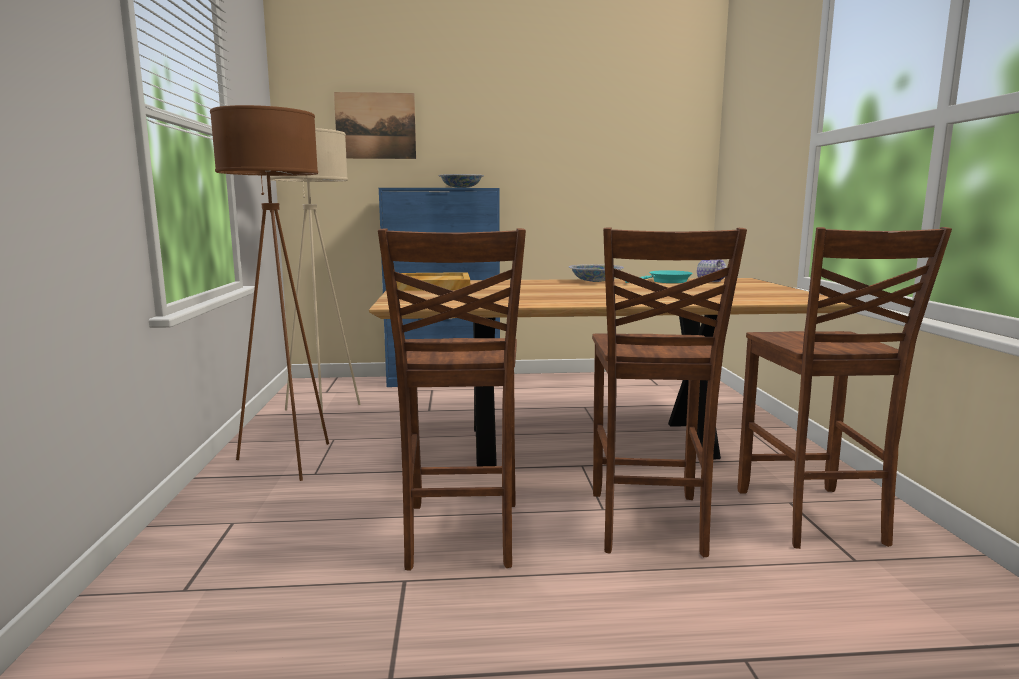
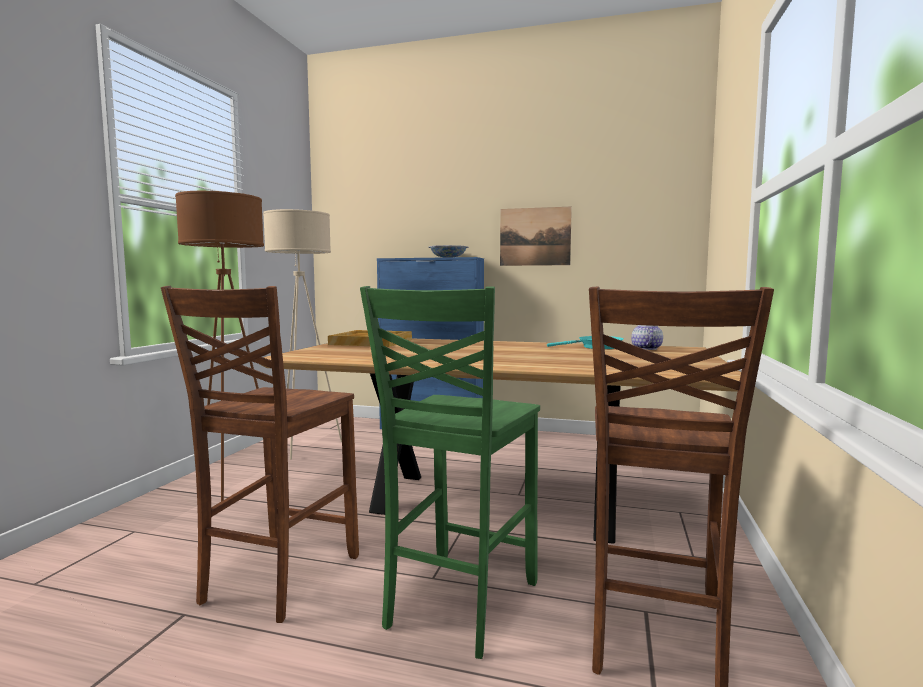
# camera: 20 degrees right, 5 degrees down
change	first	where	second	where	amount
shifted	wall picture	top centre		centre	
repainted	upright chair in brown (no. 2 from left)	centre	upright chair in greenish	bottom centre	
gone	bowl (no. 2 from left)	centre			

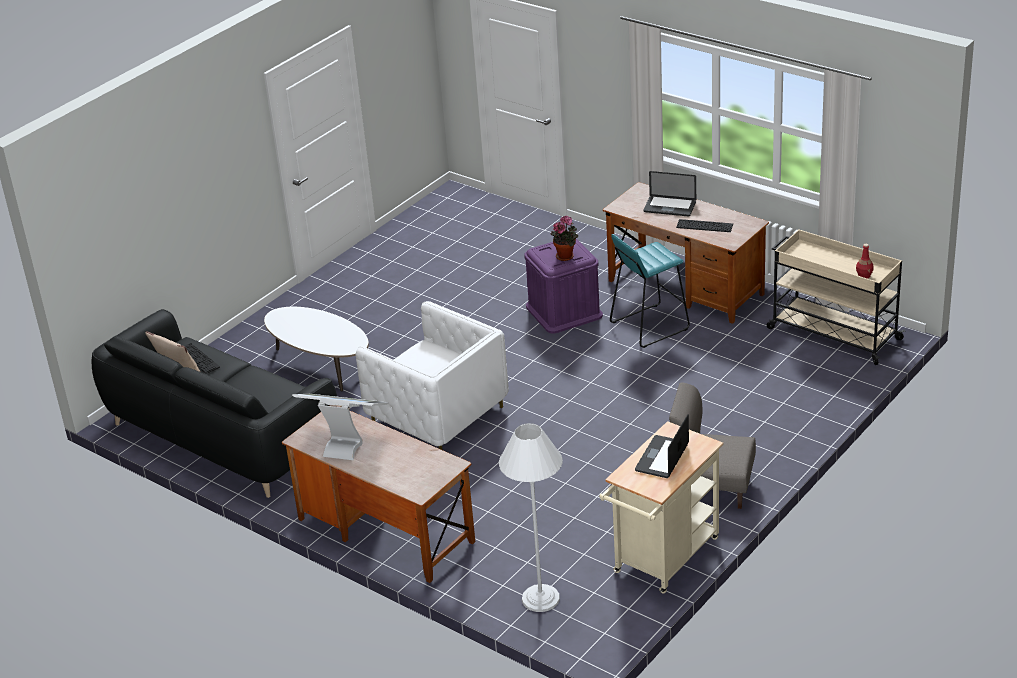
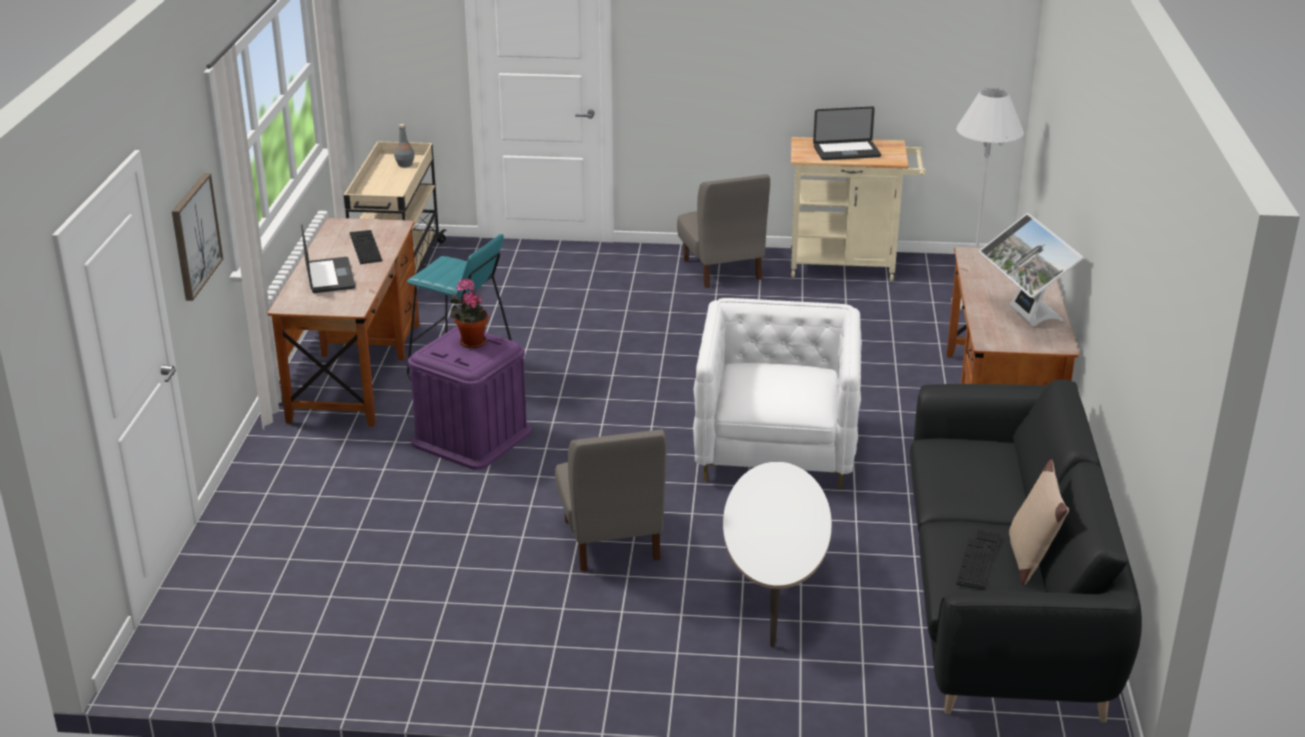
# camera: 125 degrees left, 5 degrees down
change	first	where	second	where	amount
repainted	drink bottle in red-coloured	middle right	drink bottle in grey	top left	
new			wall picture	top left	
new			upright chair in grey (no. 1 from left)	bottom centre	

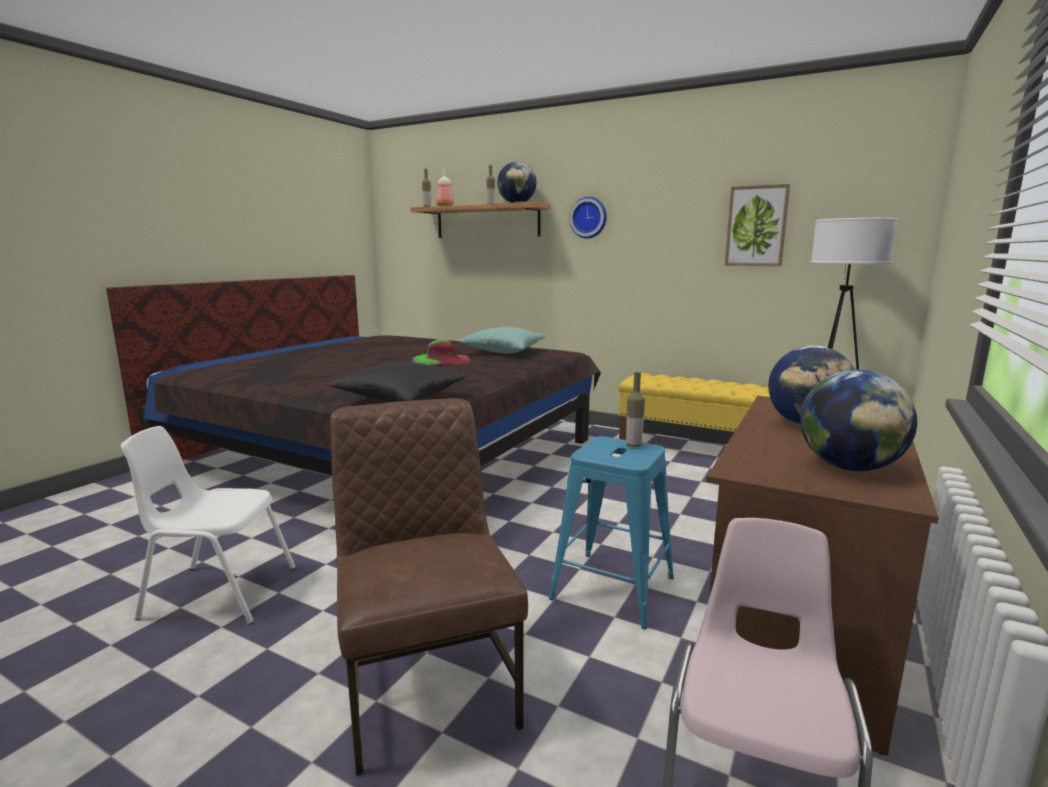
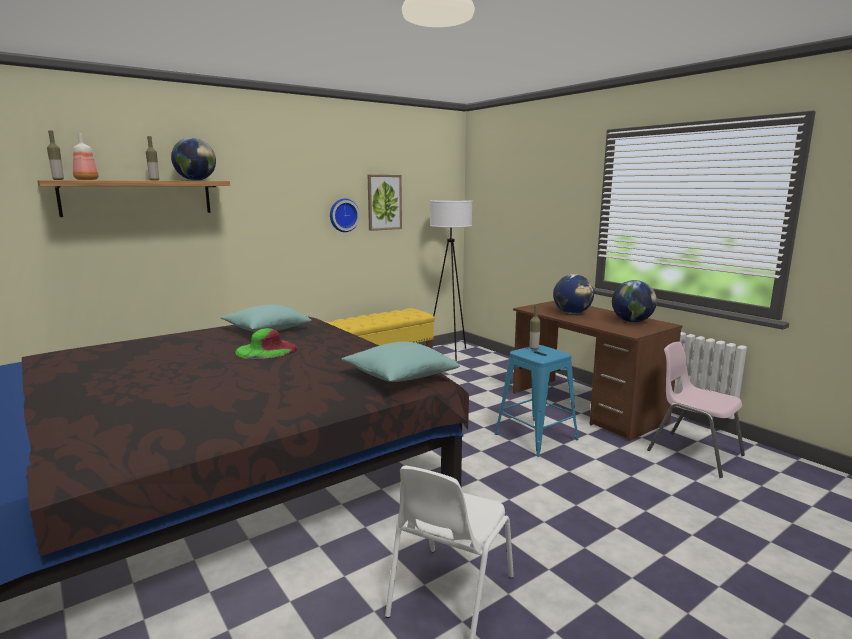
# camera: 65 degrees left, 0 degrees up
change	first	where	second	where	amount
shifted	hanging clock	top centre		centre	
repainted	cushion in blackish	centre	cushion in turquoise (no. 2 from left)	centre	
gone	upright chair in brown	bottom centre			

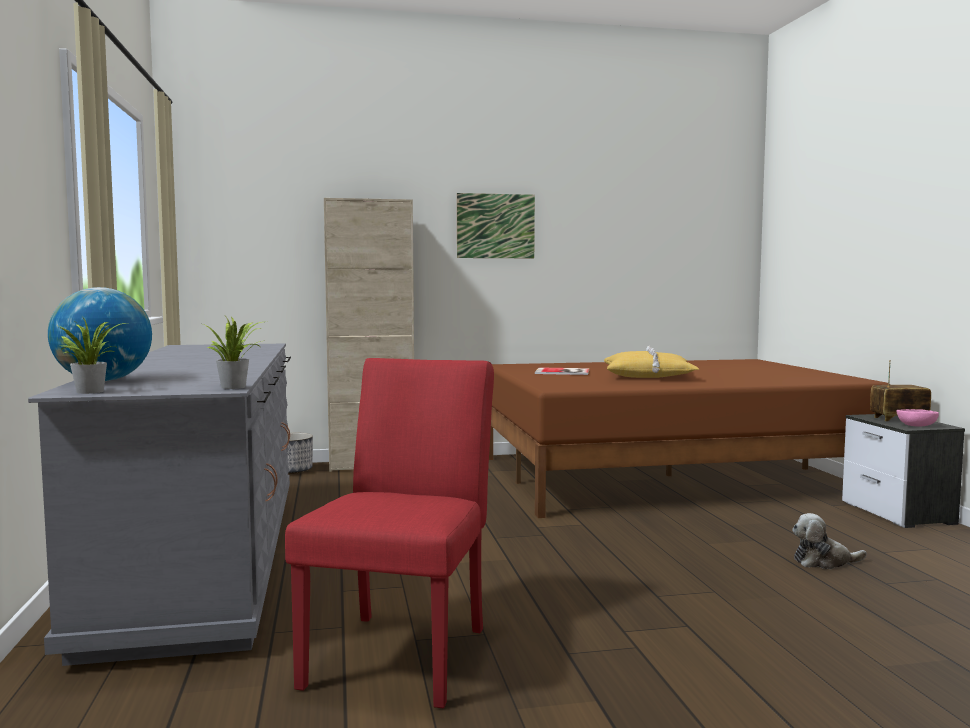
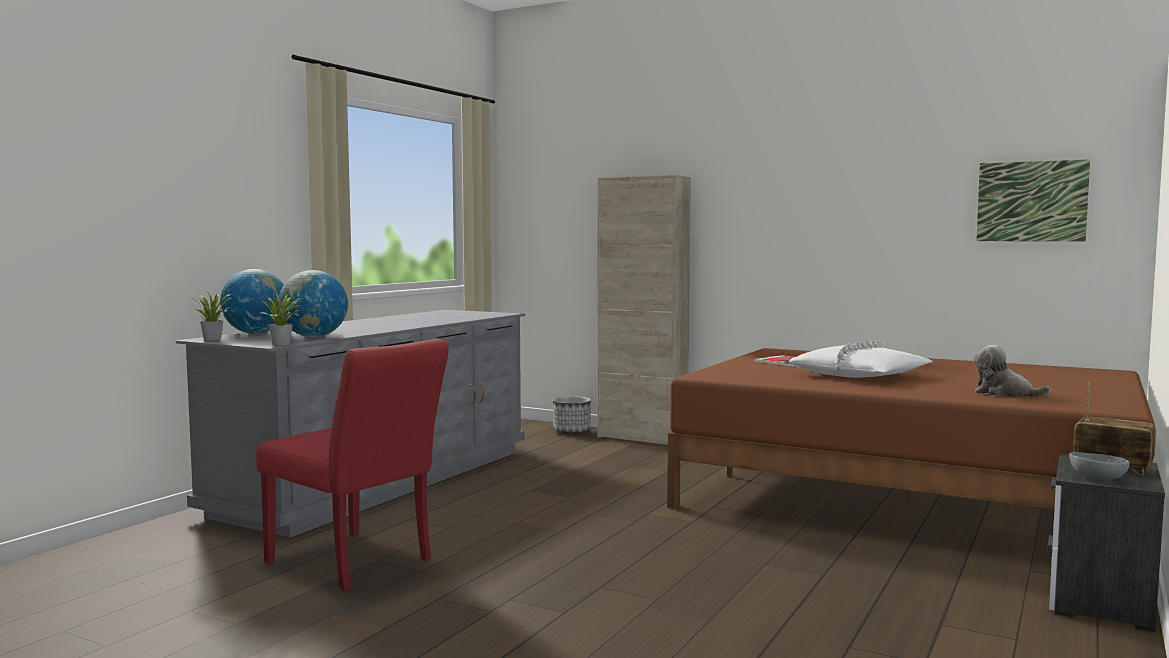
# camera: 40 degrees right, 0 degrees up
change	first	where	second	where	amount
shifted	wall picture	top centre		top right	
repainted	cushion in yellow-coloured	middle right	cushion in white-coloured	middle right	
rotated	upright chair in red-coloured	bottom centre		bottom left	75 degrees clockwise
repainted	bowl in pink-coloured	middle right	bowl in grey	bottom right	
shifted	cuddly toy	bottom right		middle right	
new			world globe (no. 2 from left)	middle left	

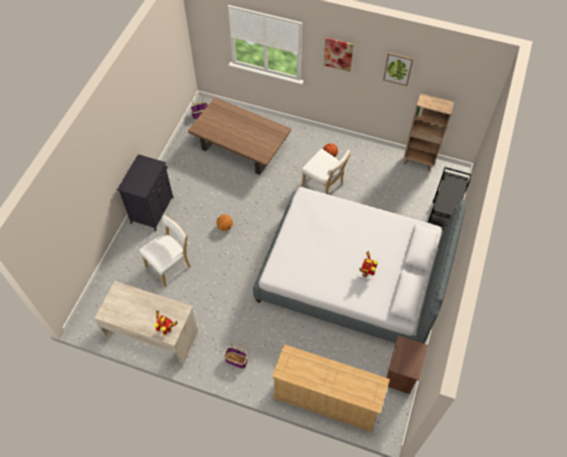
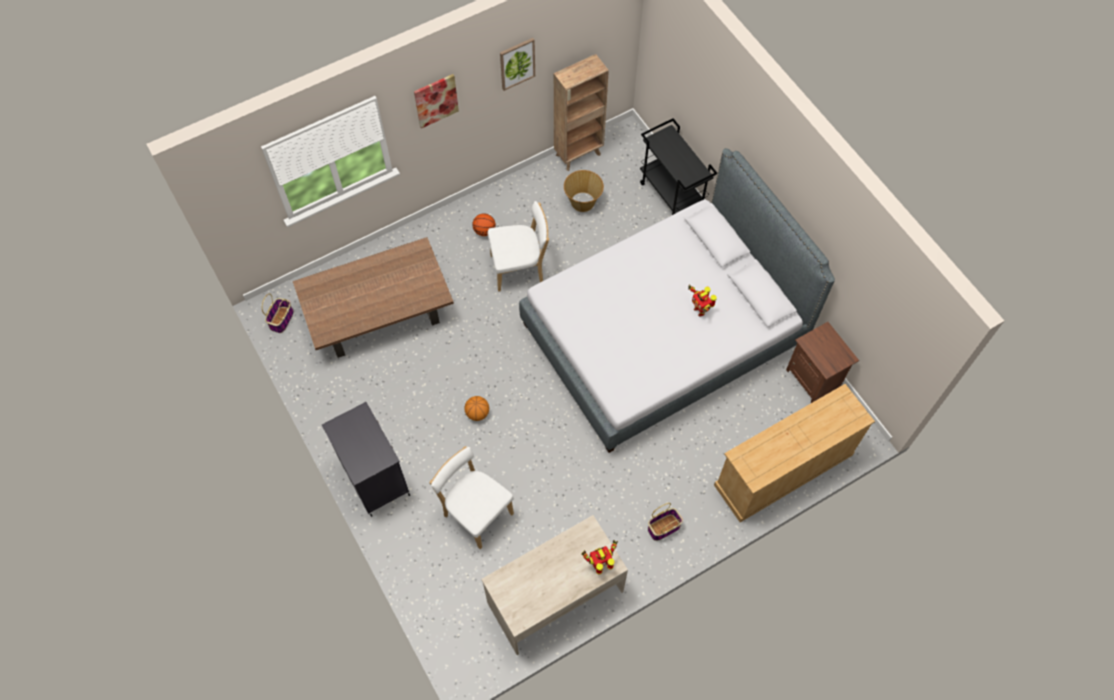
# camera: 50 degrees left, 5 degrees up
change	first	where	second	where	amount
rotated	upright chair in white-coloured (no. 1 from left)	middle left		bottom centre	45 degrees counterclockwise
new			basket (no. 2 from left)	top centre	

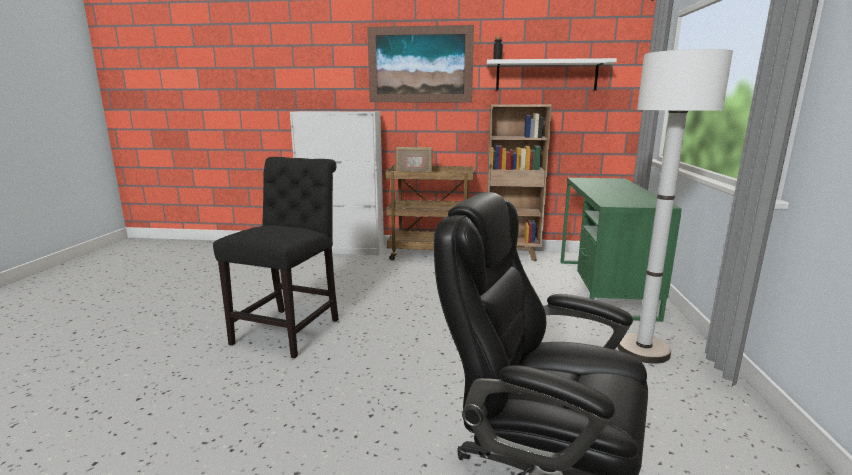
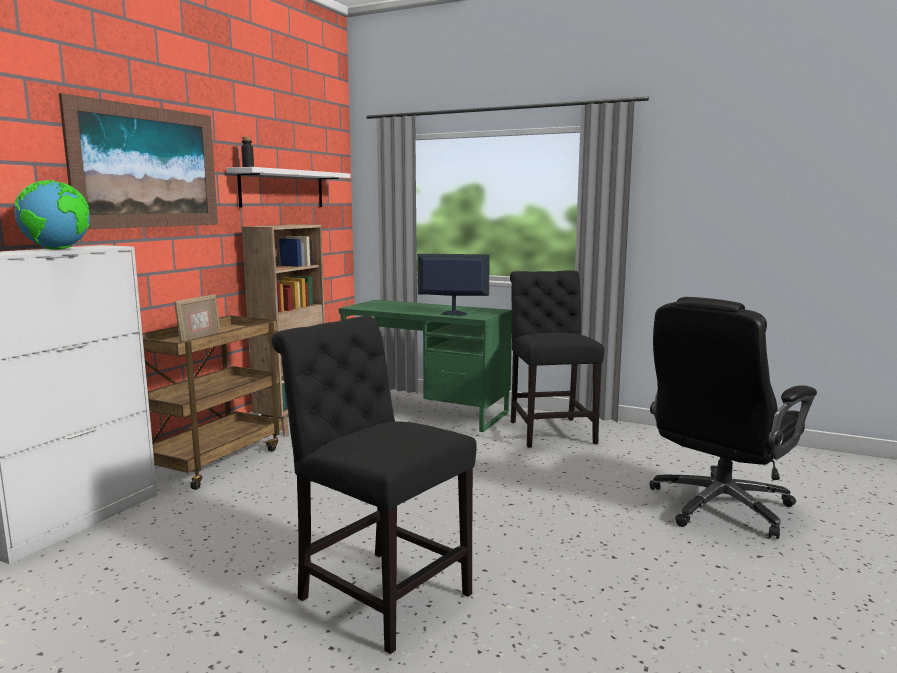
# camera: 70 degrees left, 5 degrees down
change	first	where	second	where	amount
swapped	standing lamp in white-coloured	middle right	upright chair in blackish (no. 2 from left)	centre	
new			world globe	top left	
new			monitor	centre	

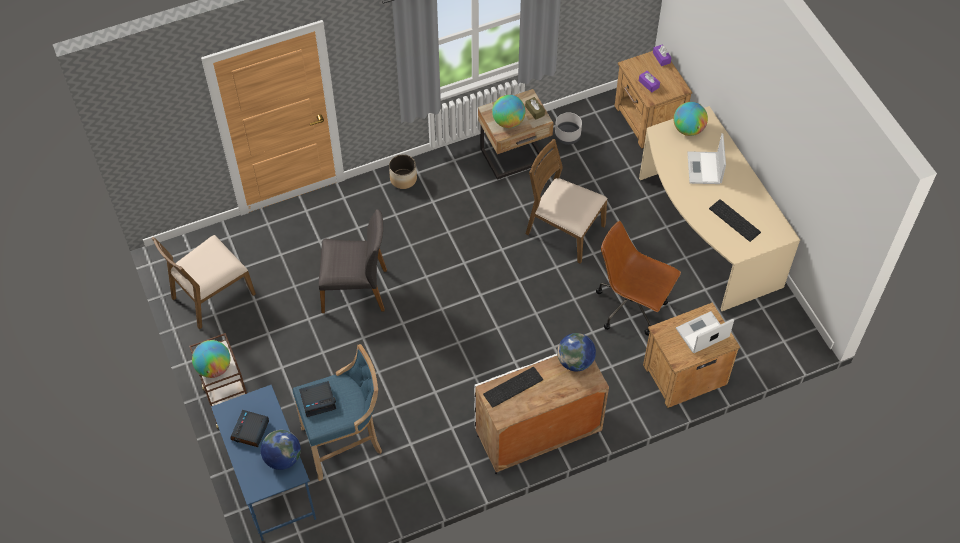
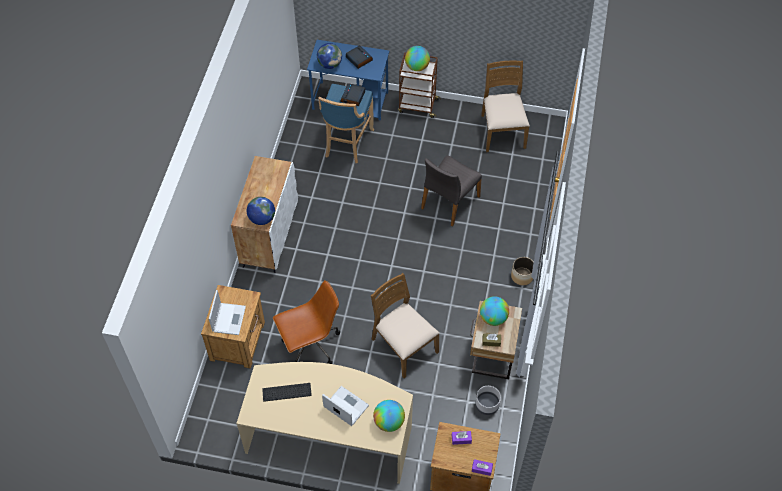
# camera: 125 degrees right, 0 degrees up
change	first	where	second	where	amount
rotated	upright chair in brown (no. 2 from left in the first image)	centre	upright chair in brown (no. 1 from left)	centre	105 degrees counterclockwise
gone	keyboard (no. 1 from left)	bottom centre			

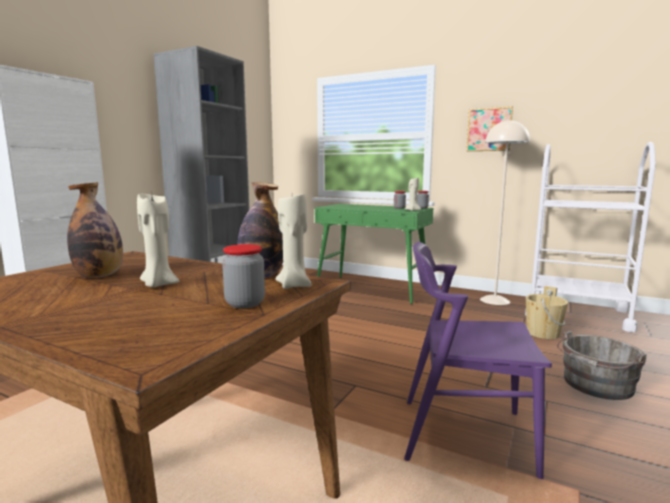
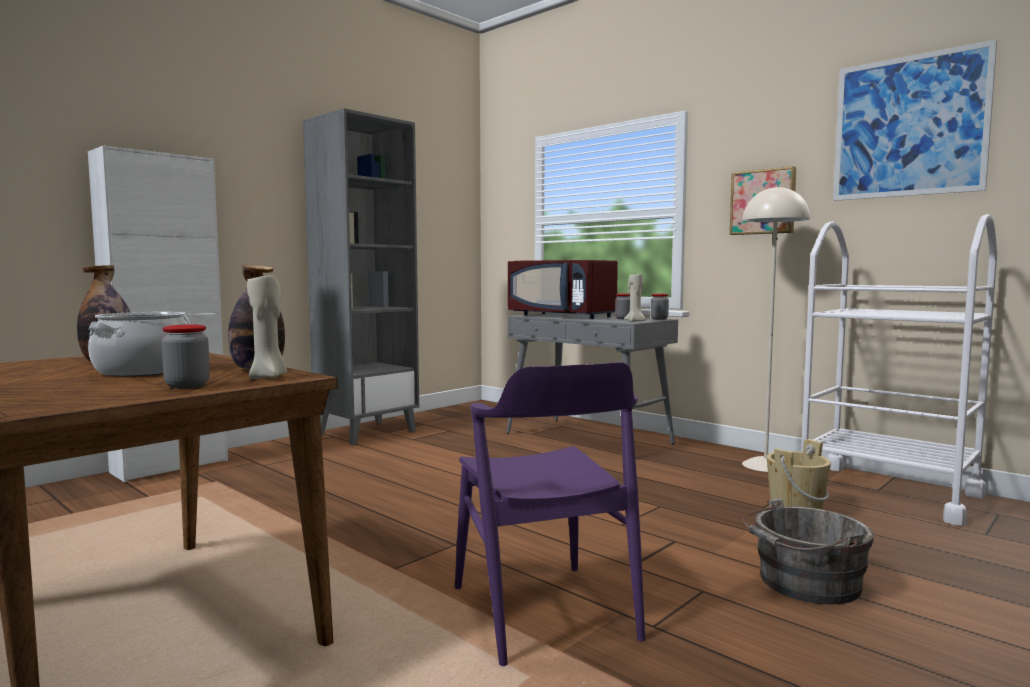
# camera: 15 degrees right, 5 degrees down
change	first	where	second	where	amount
swapped	wax light in beige (no. 1 from left)	middle left	cooking pot	middle left	
repainted	narrow table in greenish	centre	narrow table in grey	centre	
rotated	upright chair in purple	bottom right		bottom centre	135 degrees counterclockwise
new			wall picture (no. 2 from left)	top right	
new			microwave oven in red-coloured	centre	

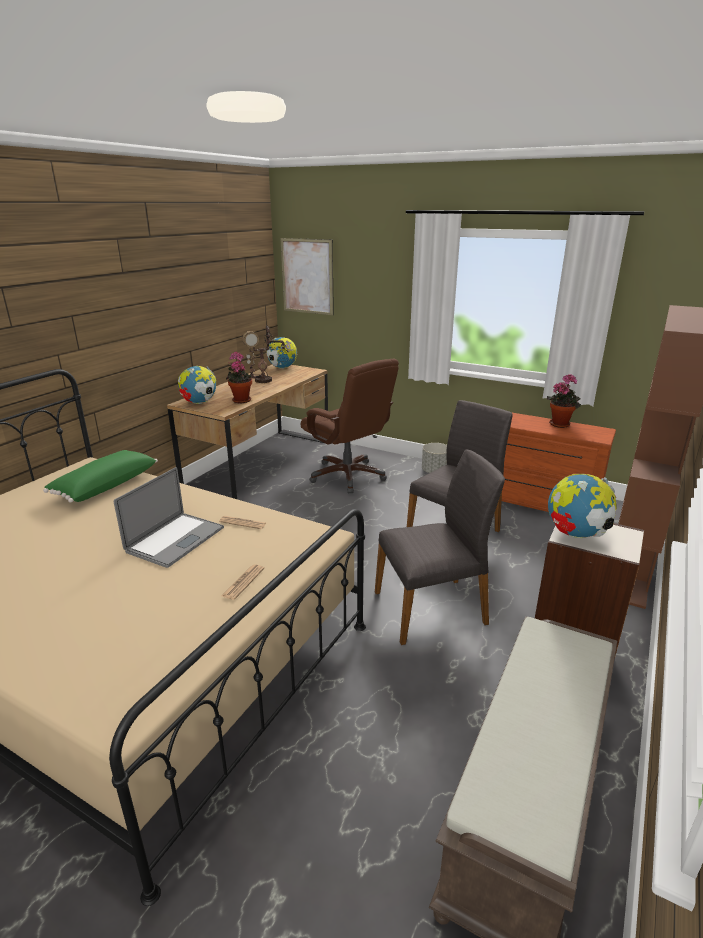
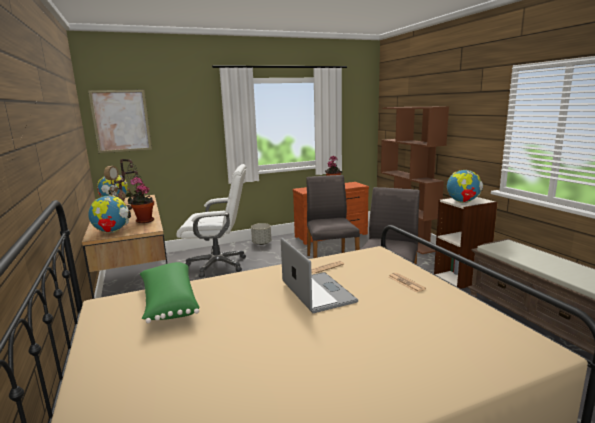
# camera: 50 degrees left, 10 degrees down
change	first	where	second	where	amount
repainted	desk chair in brown	centre	desk chair in white-coloured	centre	

